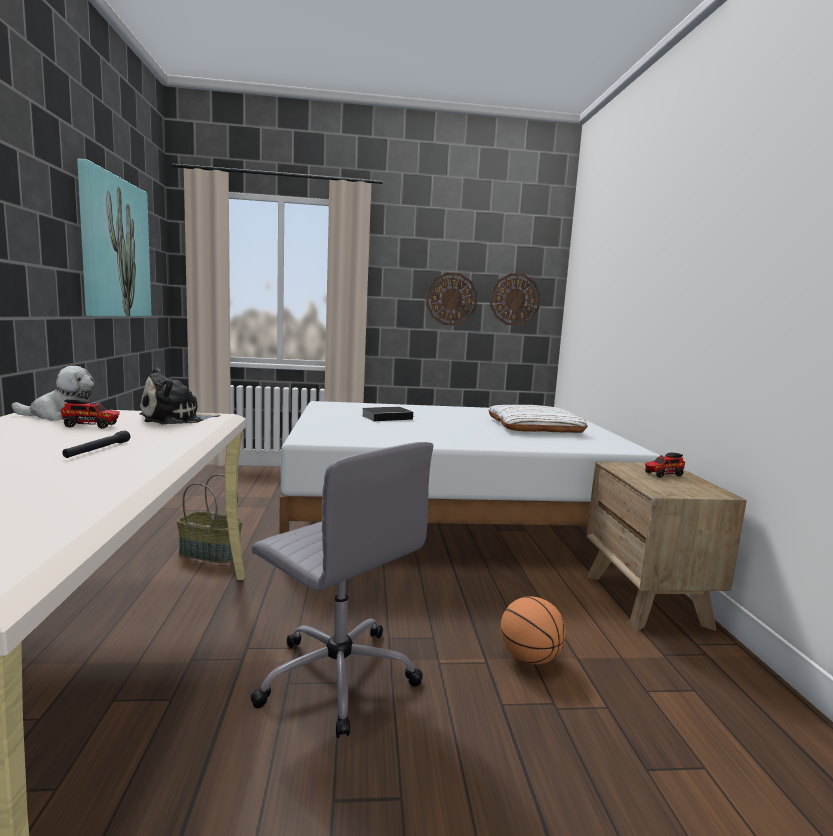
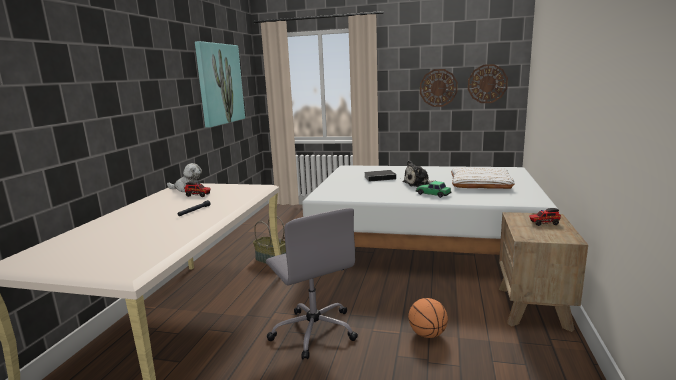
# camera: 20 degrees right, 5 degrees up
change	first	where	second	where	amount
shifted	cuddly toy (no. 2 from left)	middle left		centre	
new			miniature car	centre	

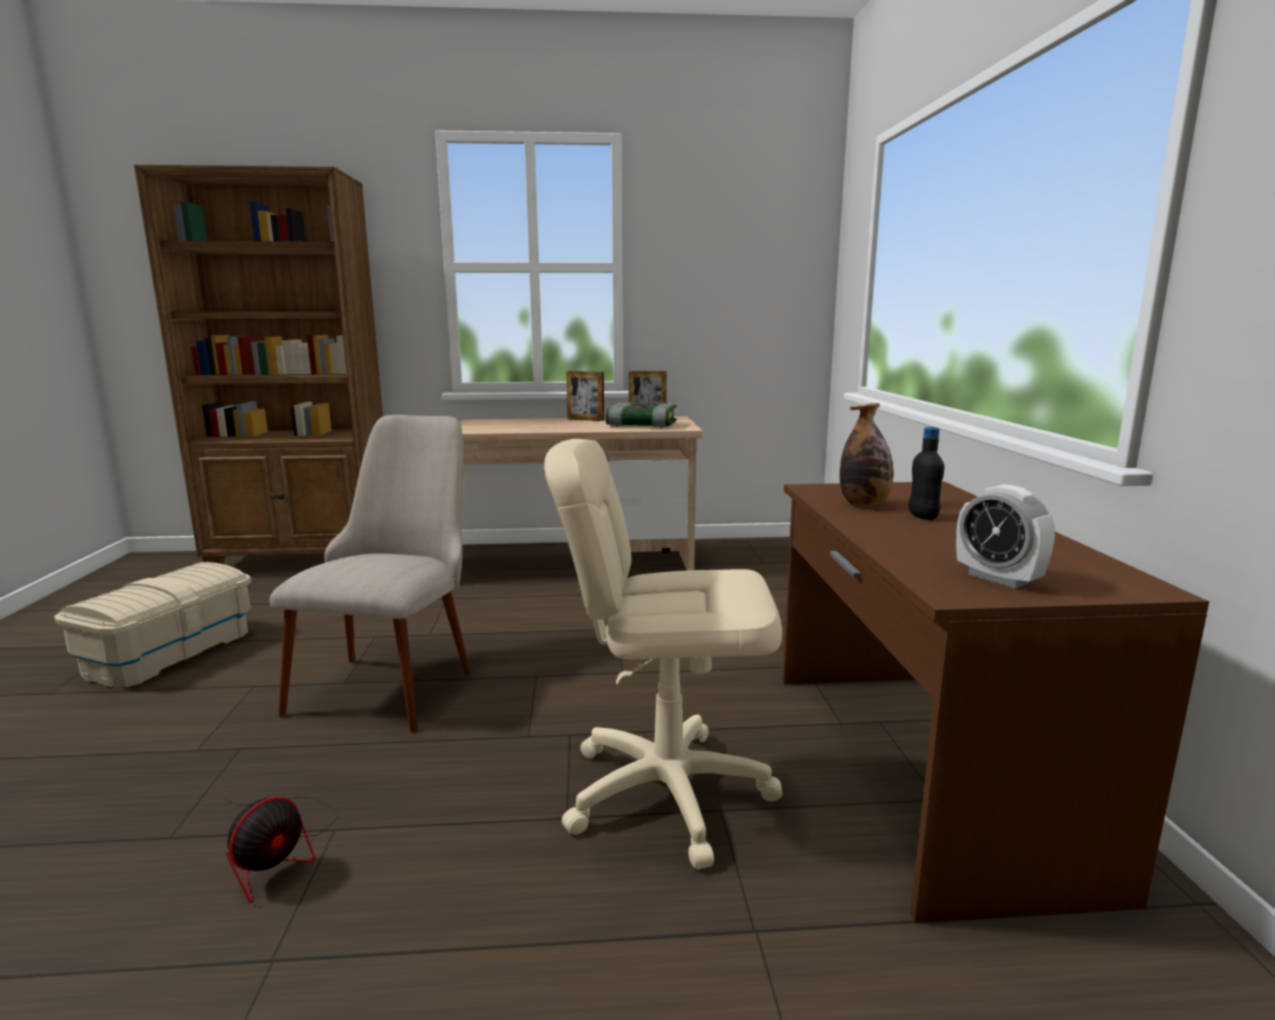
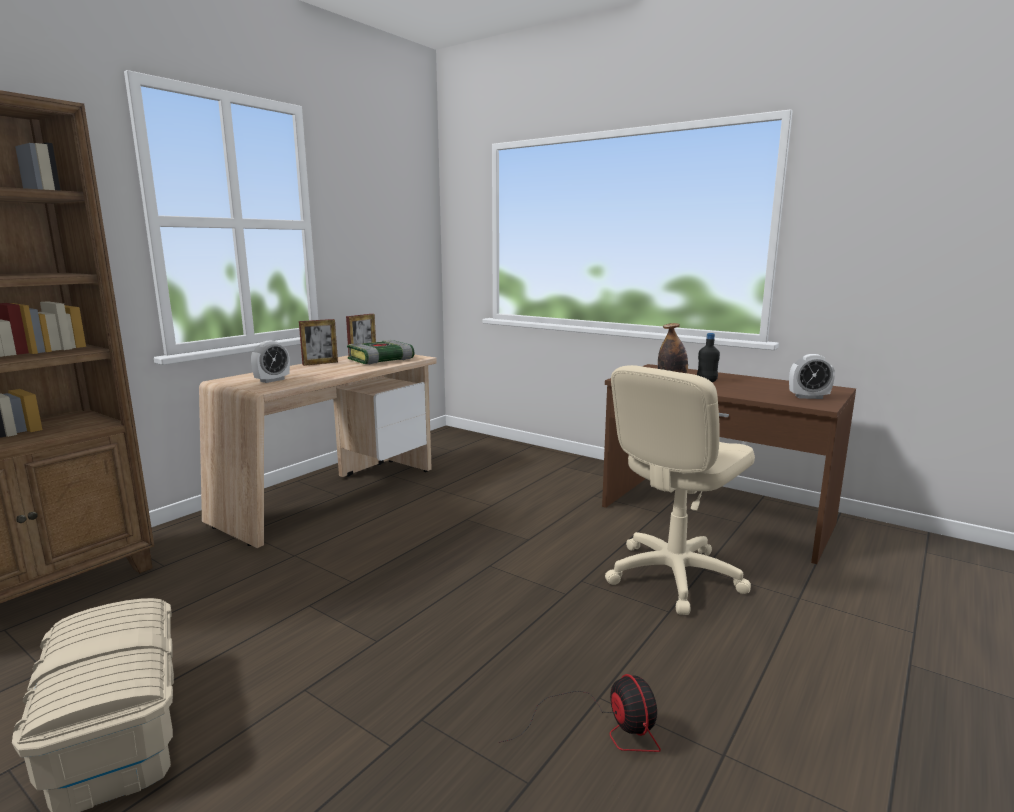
# camera: 50 degrees left, 0 degrees up
change	first	where	second	where	amount
gone	upright chair in beige	middle left			
new			table clock (no. 1 from left)	middle left	

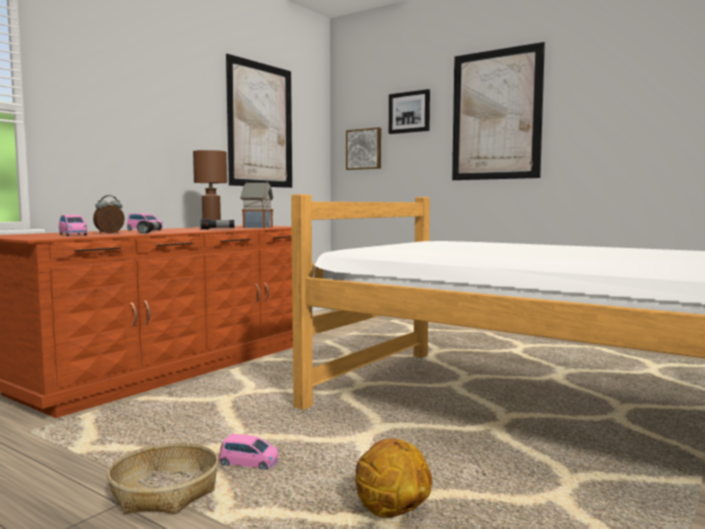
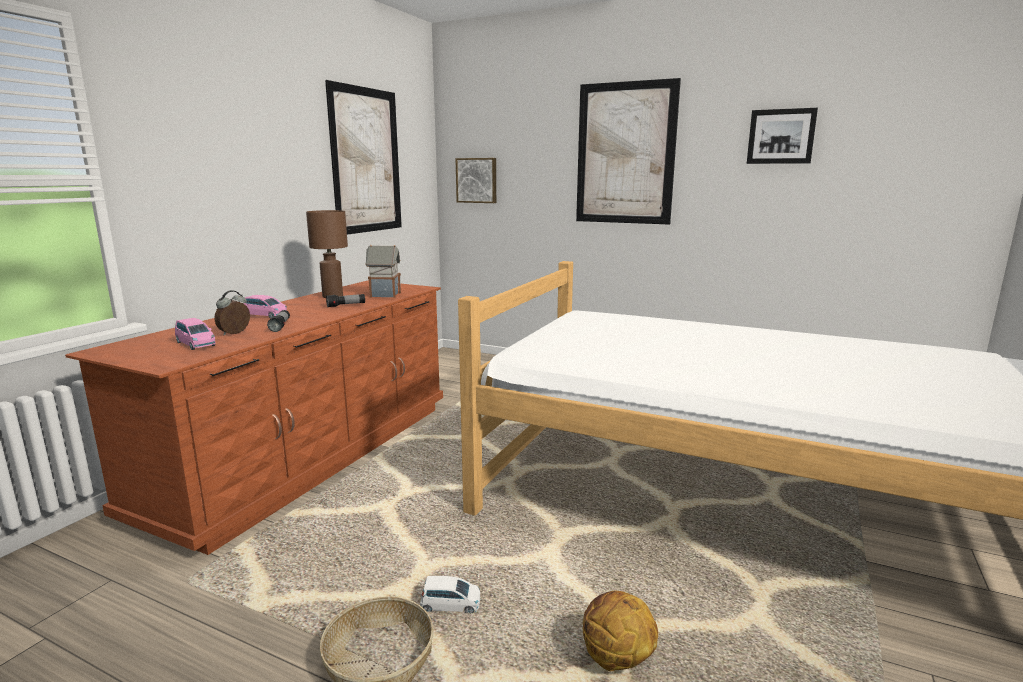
# camera: 10 degrees left, 10 degrees up
change	first	where	second	where	amount
shifted	wall picture (no. 3 from left in the first image)	top centre	wall picture (no. 4 from left)	top right	
repainted	miniature car in pink-coloured (no. 3 from left)	bottom centre	miniature car in white-coloured	bottom centre	

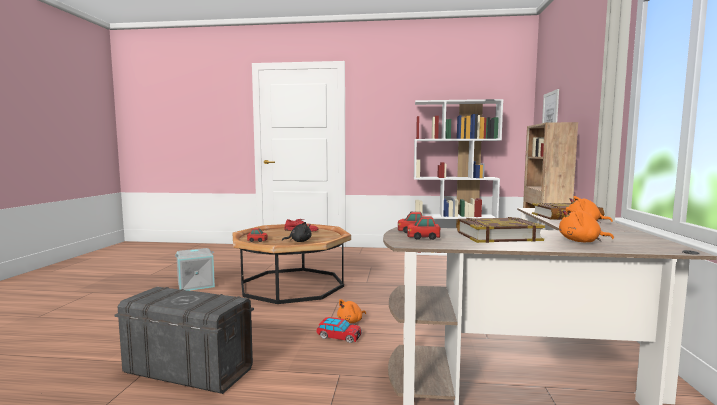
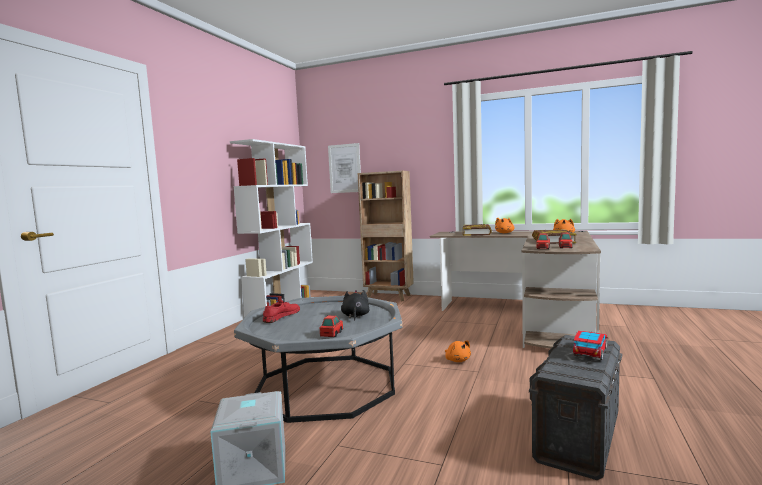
# camera: 75 degrees left, 0 degrees up
change	first	where	second	where	amount
repainted	lounge table in brown	centre	lounge table in grey	bottom centre	
shifted	miniature car (no. 2 from left in the first image)	bottom centre	miniature car (no. 4 from left)	bottom right	

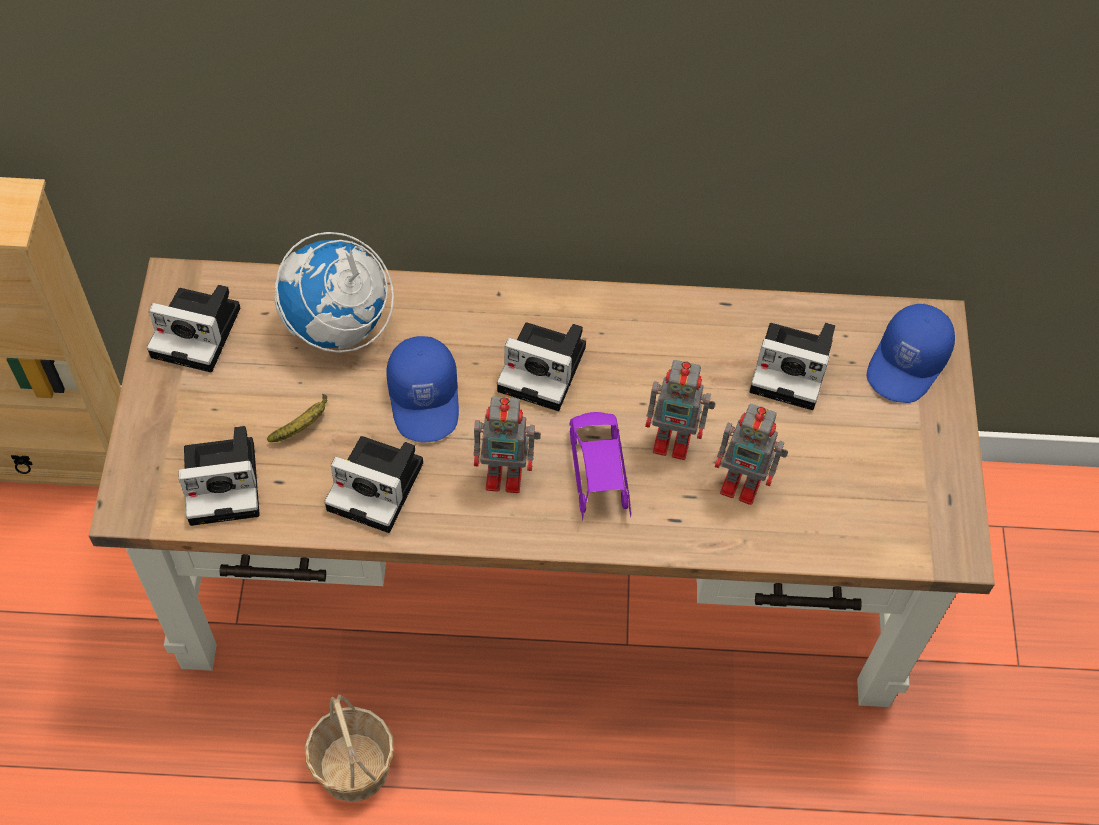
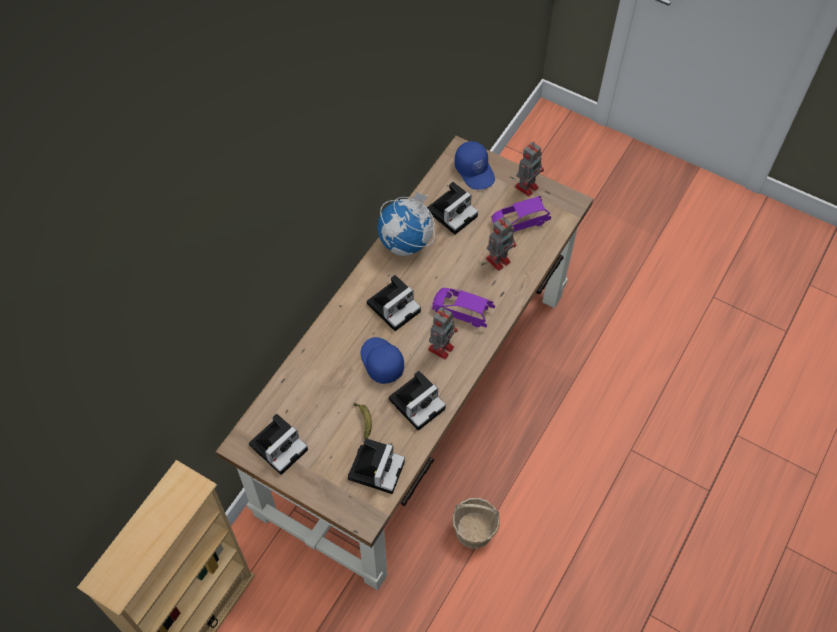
# camera: 60 degrees left, 0 degrees up
change	first	where	second	where	amount
shifted	world globe	middle left		centre	
rotated	cap in bluish (no. 1 from left)	centre		centre	135 degrees counterclockwise
shifted	robot figure (no. 2 from left in the first image)	centre	robot figure (no. 3 from left)	top centre	
new			miniature car in purple (no. 2 from left)	centre	

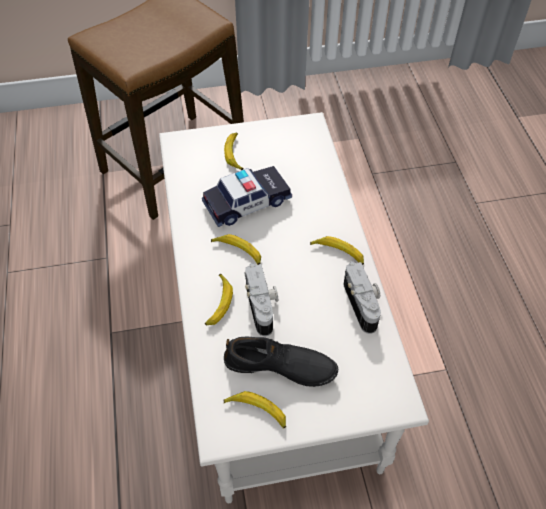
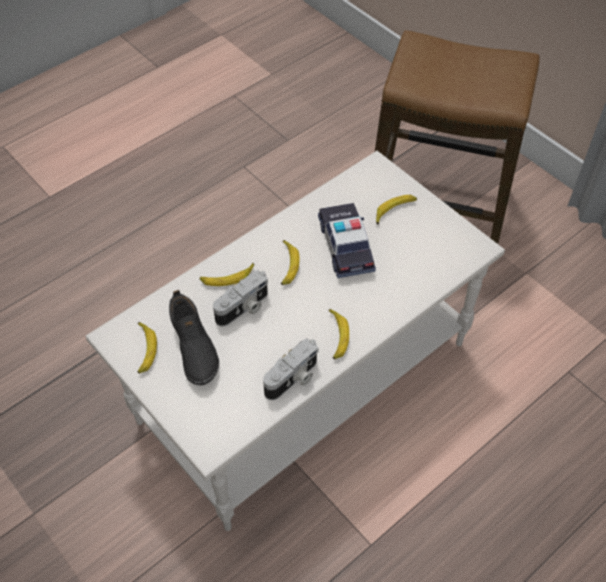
# camera: 60 degrees right, 0 degrees up
change	first	where	second	where	amount
rotated	miniature car	centre		centre	135 degrees counterclockwise

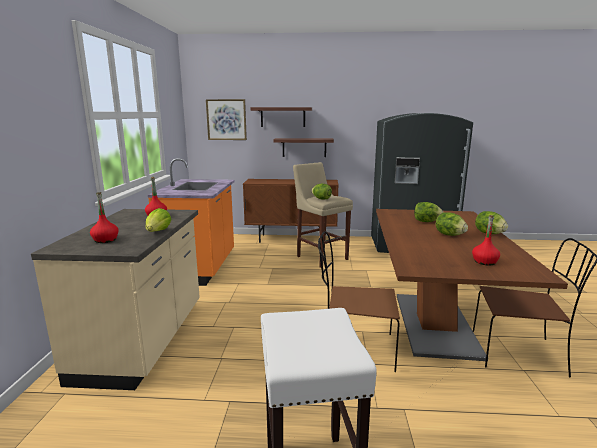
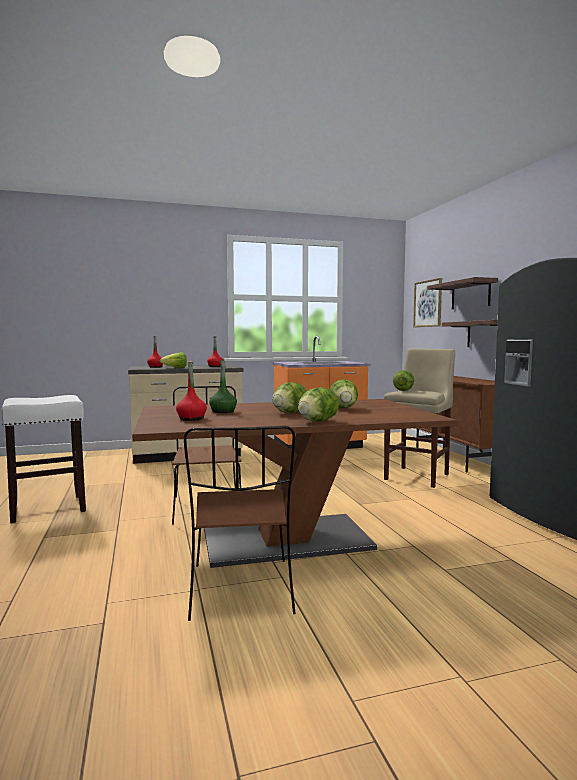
# camera: 70 degrees right, 10 degrees down
change	first	where	second	where	amount
new			drink bottle in greenish	centre	

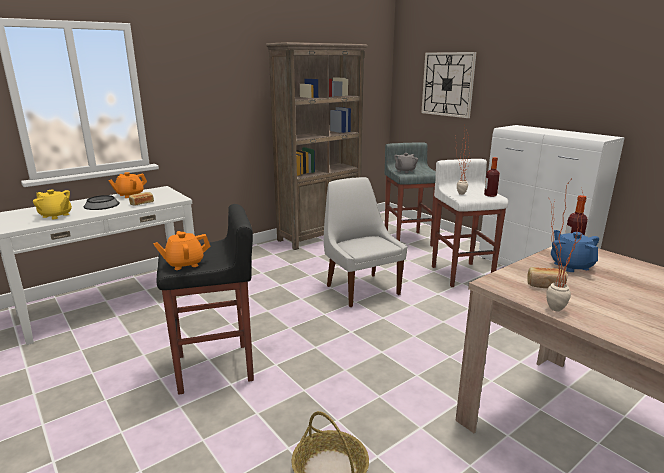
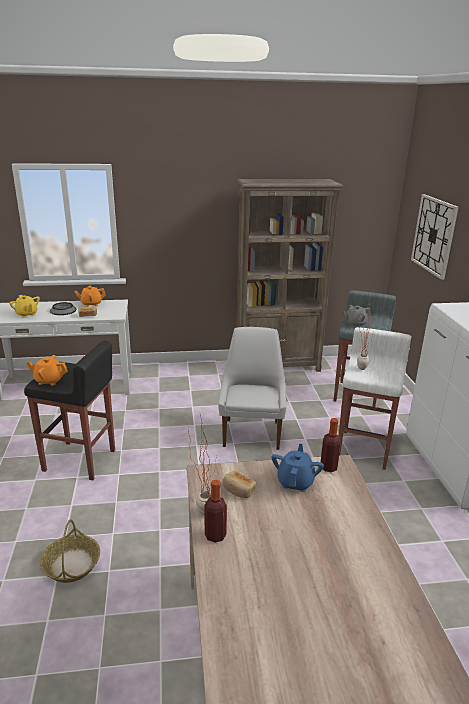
# camera: 30 degrees right, 5 degrees up
change	first	where	second	where	amount
shifted	drink bottle (no. 1 from left)	middle right		bottom centre	

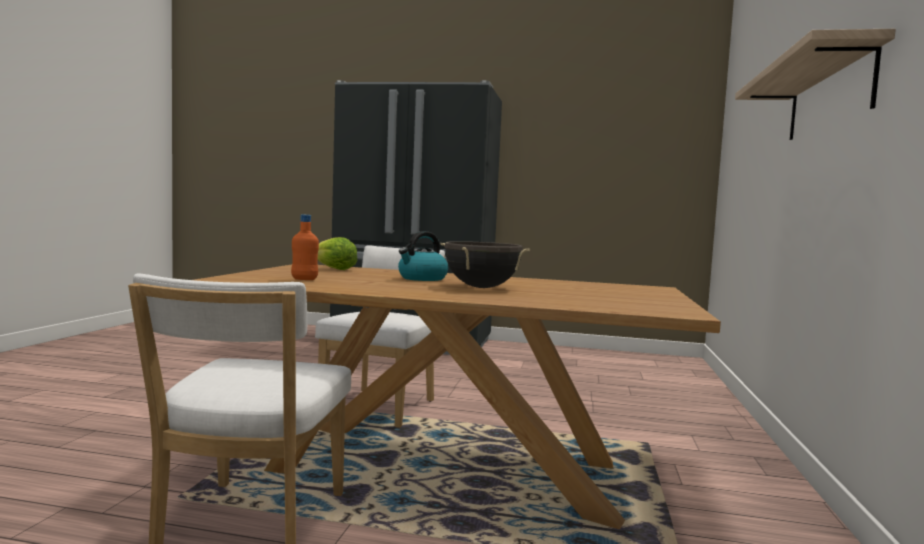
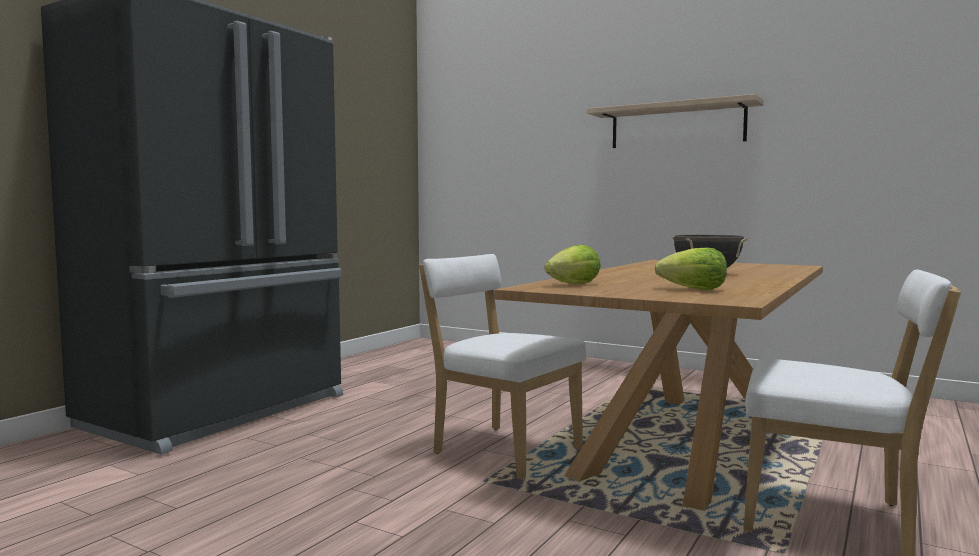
# camera: 70 degrees left, 0 degrees up
change	first	where	second	where	amount
swapped	drink bottle in orange-coloured	middle left	lettuce (no. 2 from left)	middle right	
gone	kettle	centre			

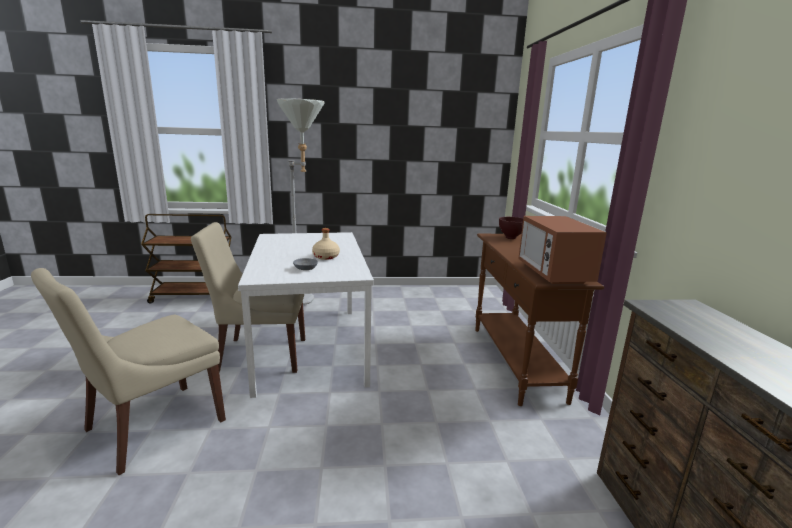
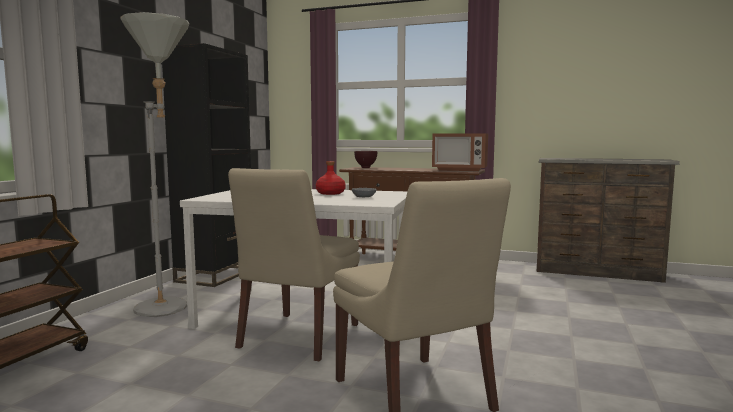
# camera: 65 degrees left, 10 degrees down
change	first	where	second	where	amount
repainted	drink bottle in beige	centre	drink bottle in red-coloured	centre	
new			shelving unit in blackish	middle left	

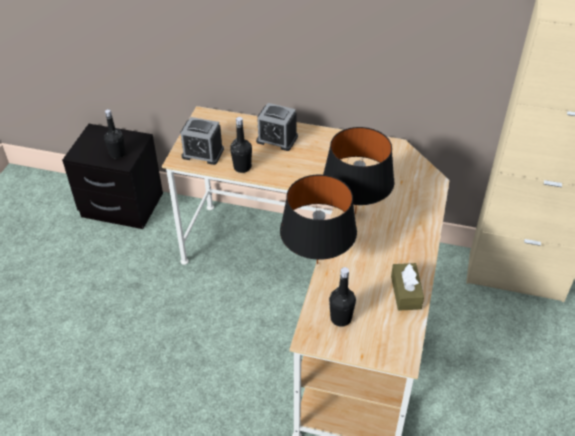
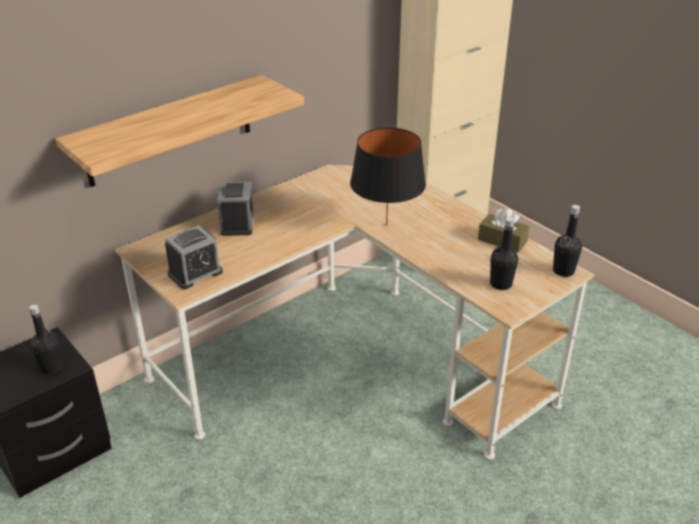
# camera: 55 degrees left, 10 degrees down
change	first	where	second	where	amount
rotated	table clock (no. 2 from left)	top centre		centre	60 degrees counterclockwise
shifted	drink bottle in blackish (no. 2 from left in the first image)	top centre	drink bottle in blackish (no. 3 from left)	middle right	
gone	lamp for a table in blackish (no. 1 from left)	centre			
new			wall shelf	top left	

